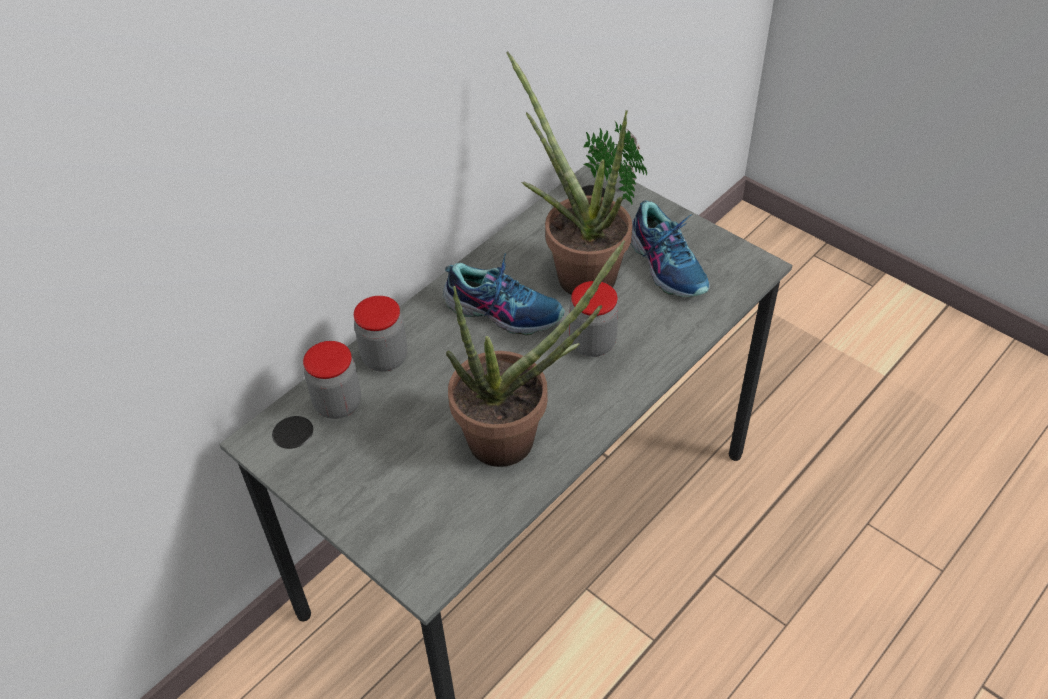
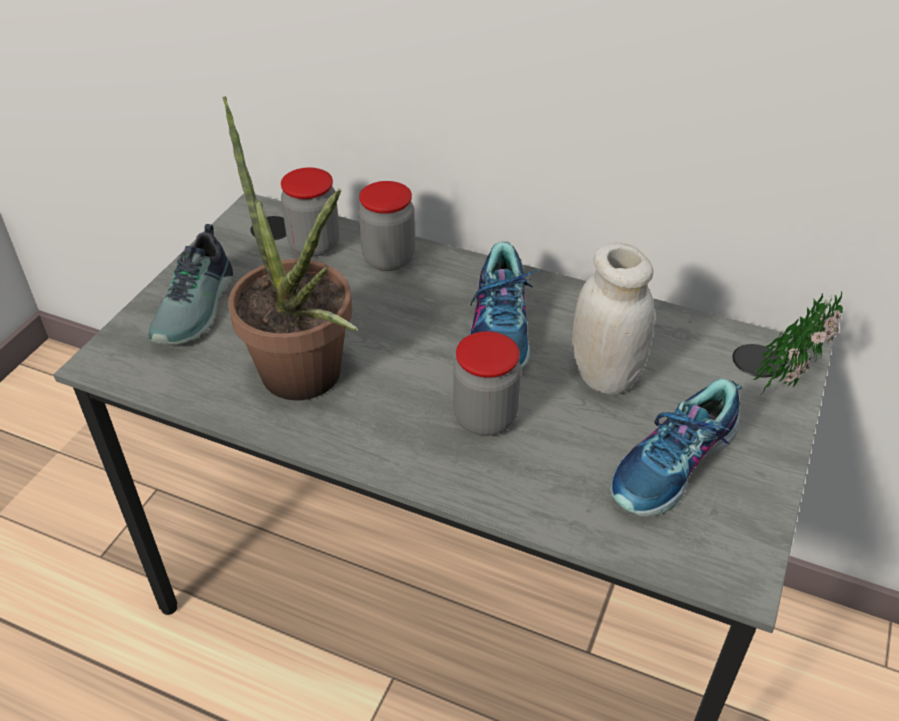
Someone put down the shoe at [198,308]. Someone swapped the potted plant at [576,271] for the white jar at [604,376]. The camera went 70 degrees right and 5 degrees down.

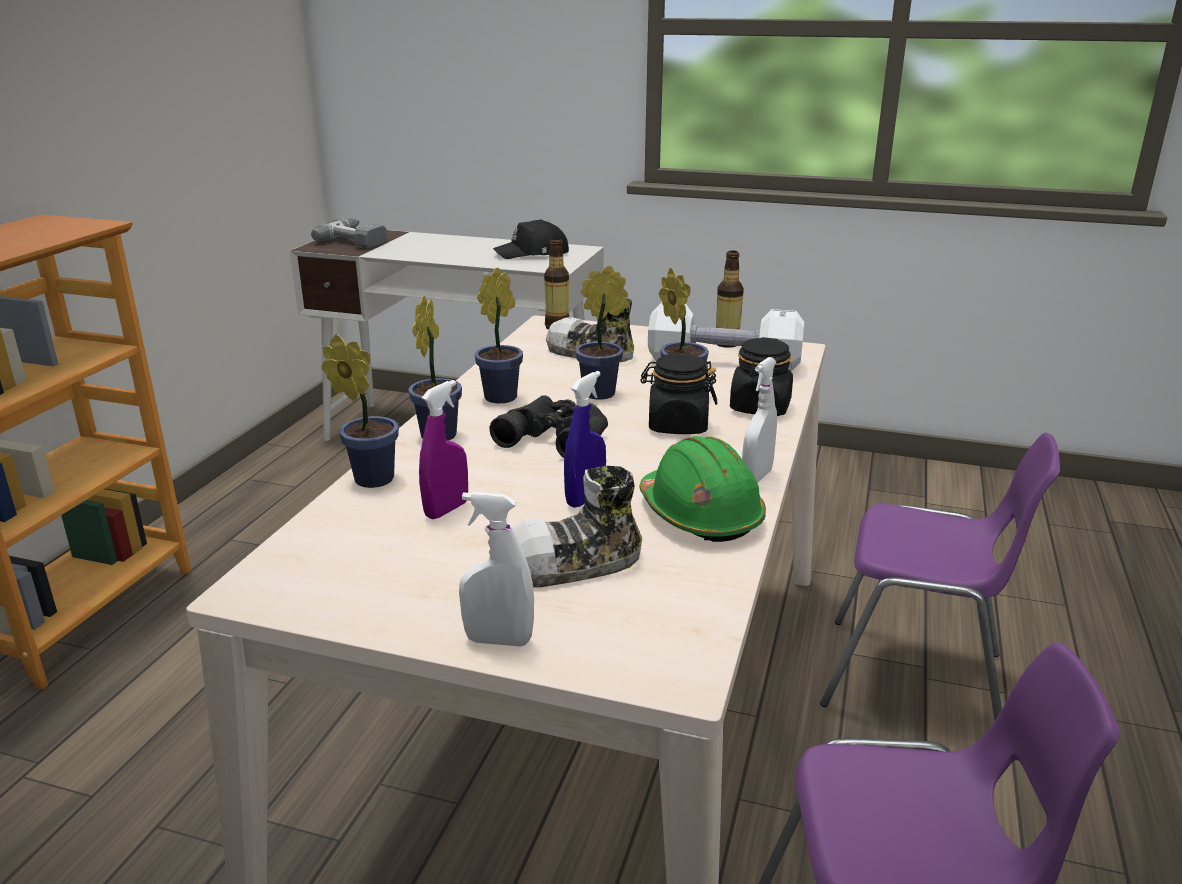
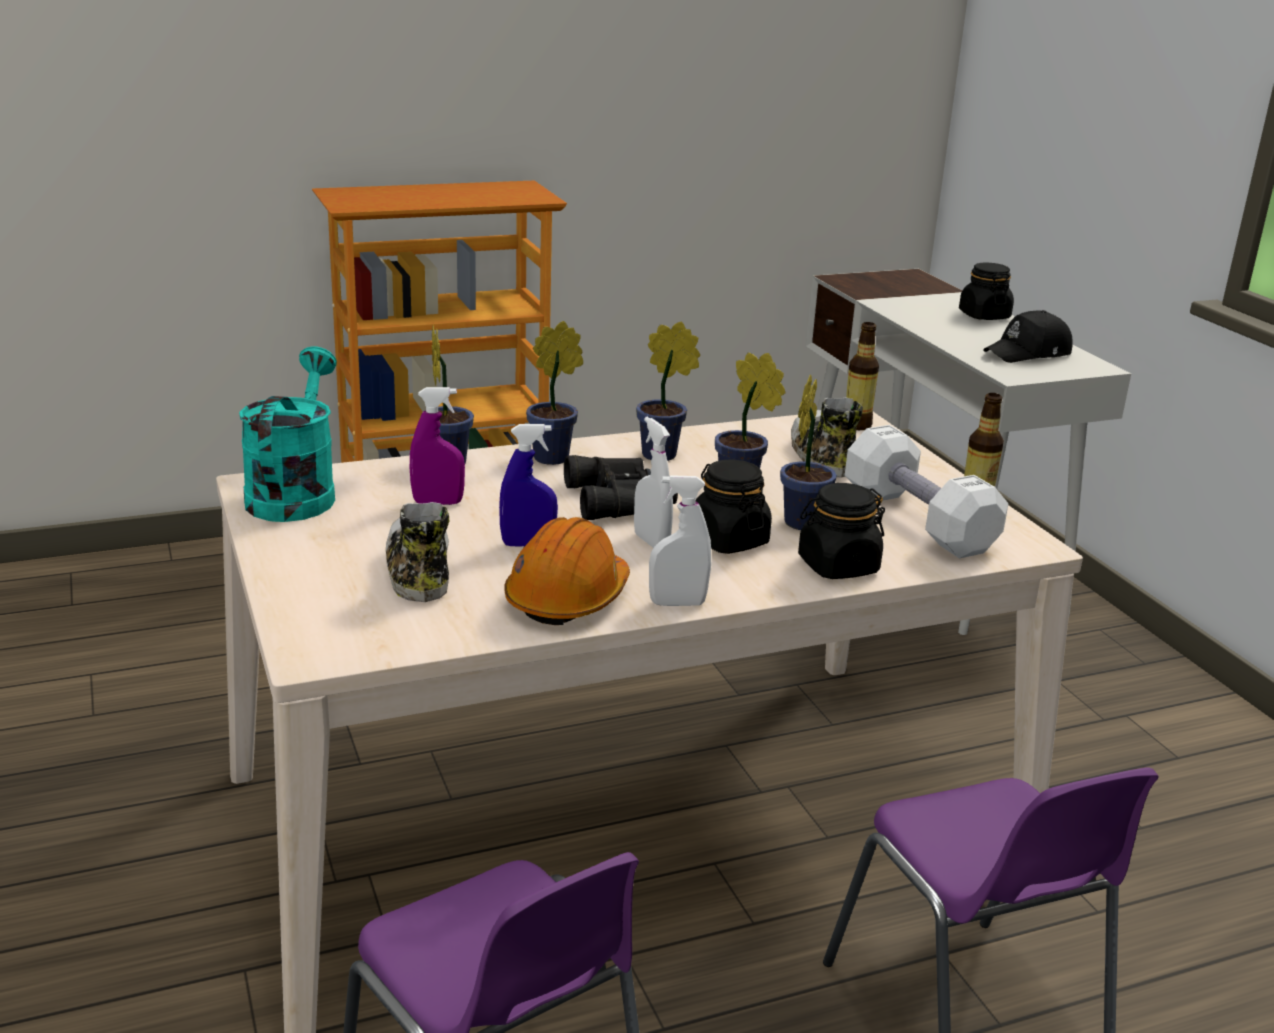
Someone took away the power drill at [358,239]. Someone put down the turquoise watering can at [295,493]. Someone put down the black jar at [983,315]. Someone carried the white spray bottle from [498,640] to [651,542]. Someone repainted the green hard hat at [700,514], which became the orange hard hat at [567,598]. Someone rotated the black cap at [533,253] by 60 degrees counterclockwise. Someone rotated the shoe at [572,564] by 45 degrees clockwise. The camera went 50 degrees right and 0 degrees up.

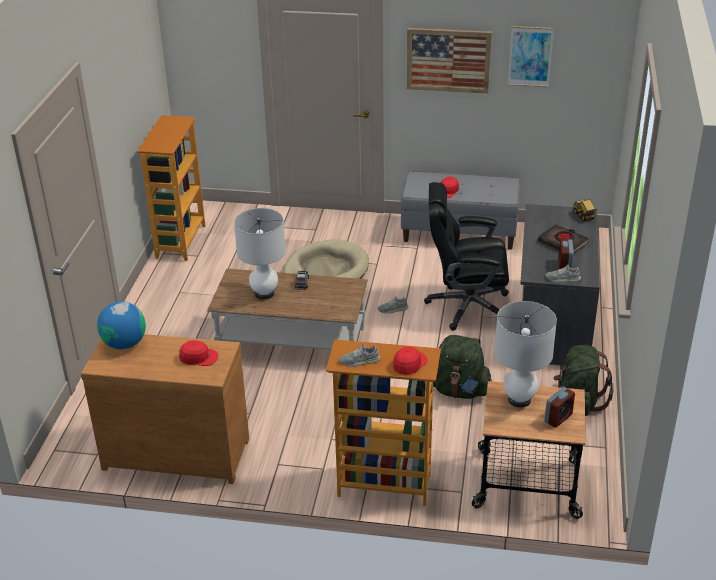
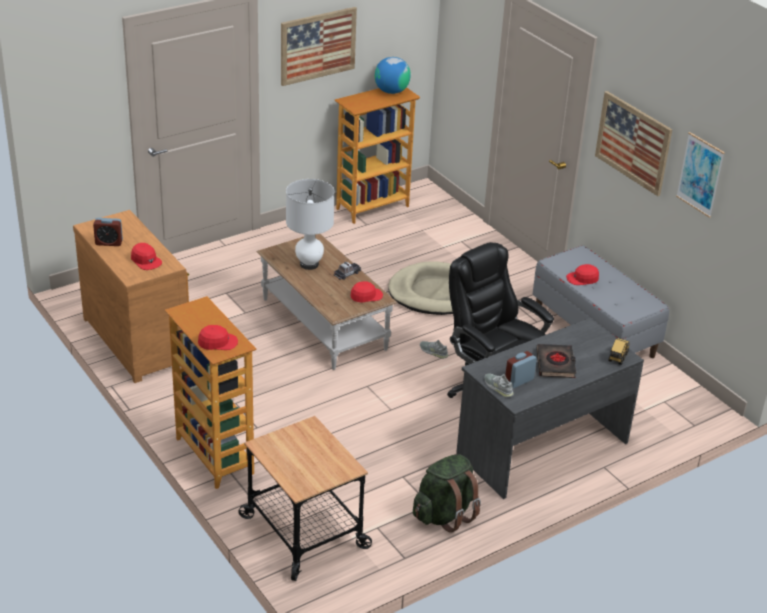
Someone took away the grey shoe at [359,361]. Someone took away the green backpack at [459,390]. Someone took away the white table lamp at [519,400]. Someone put up the picture at [318,45]. Someone put down the red cap at [366,296]. Someone carried the globe from [124,343] to [391,91]. Someone carried the alarm clock from [558,418] to [109,242]. The camera went 45 degrees right and 0 degrees up.

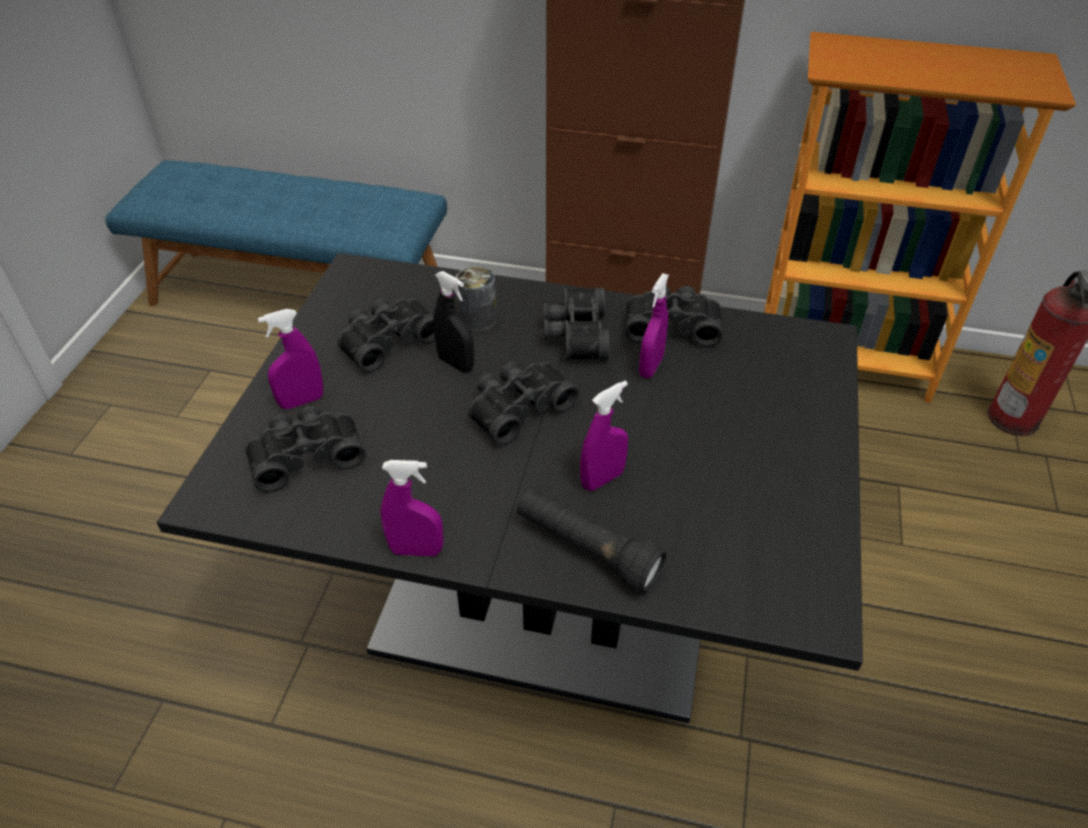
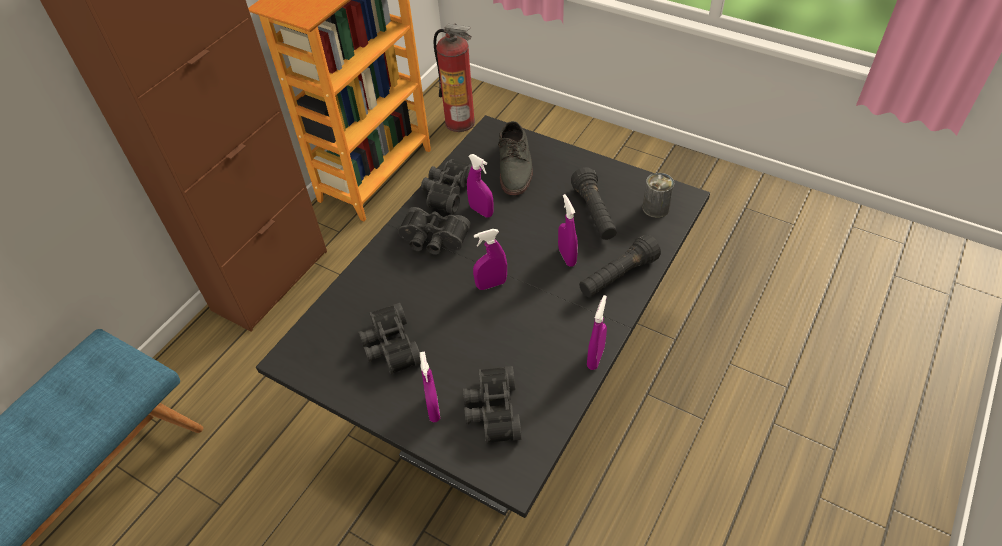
Someone took away the black spray bottle at [456,363]. Someone put down the grey shoe at [515,166]. Someone put down the black flashlight at [594,213]. Someone carried the can from [477,319] to [656,208]. Someone swapped the black binoculars at [517,408] for the purple spray bottle at [491,284]. The camera went 70 degrees left and 5 degrees up.

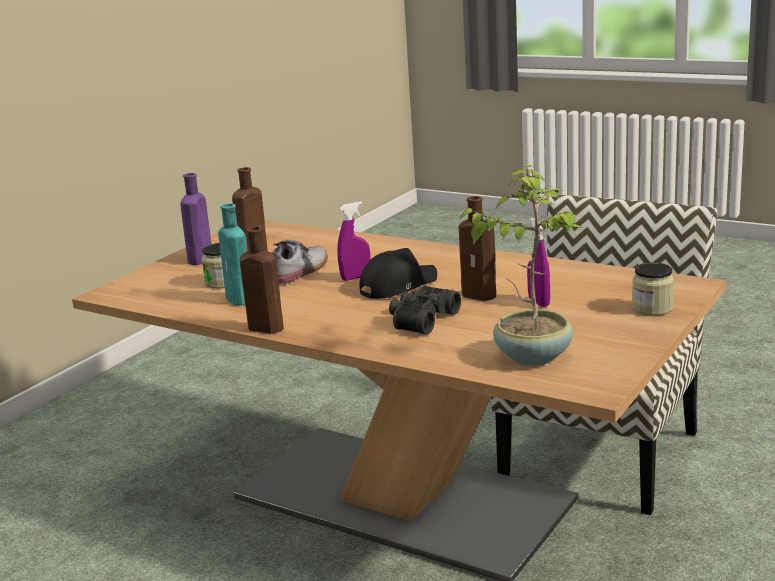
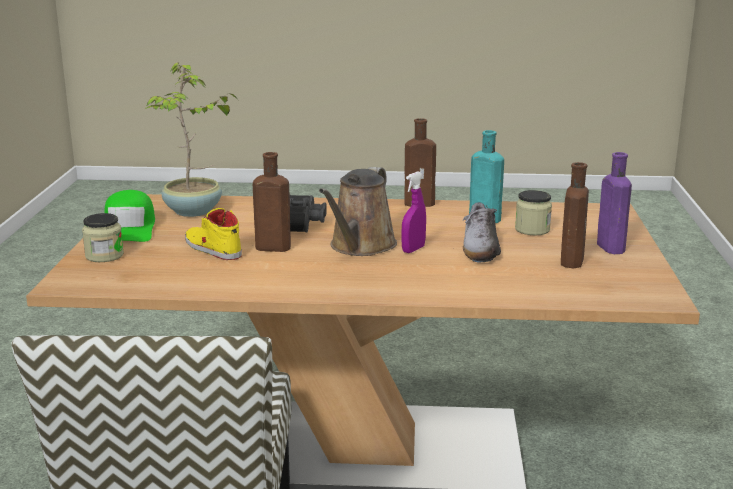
Someone put down the green cap at [129,229]. Someone swapped the black cap at [397,286] for the brown watering can at [360,247]. Someone swapped the purple spray bottle at [538,302] for the yellow shoe at [212,249]. The camera went 150 degrees right and 0 degrees up.

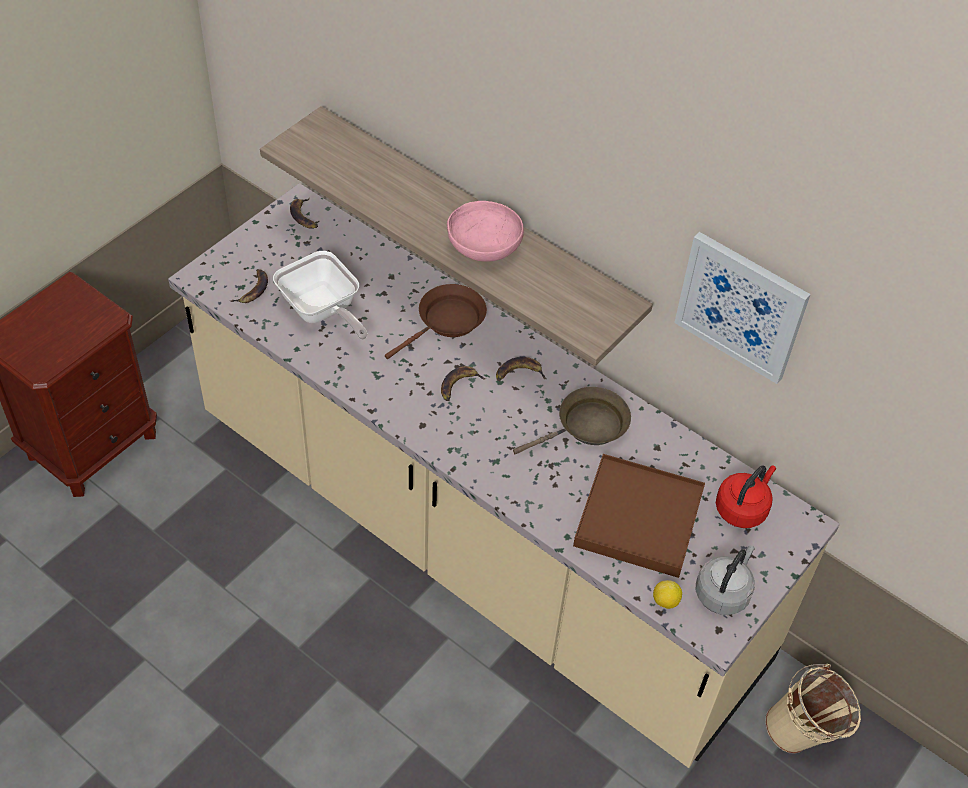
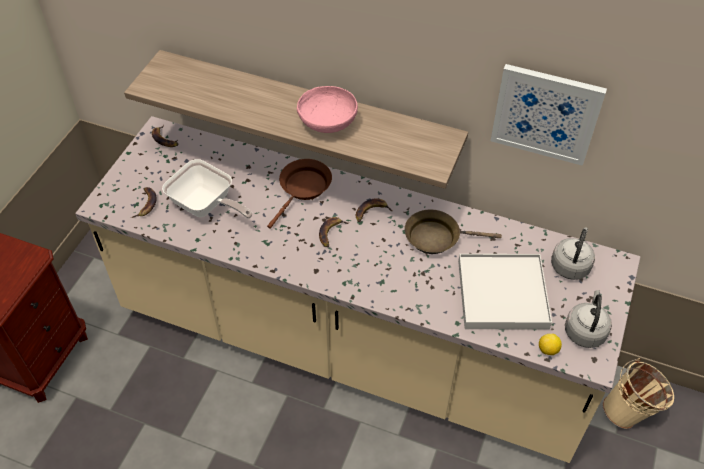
Someone repainted the brown tray at [638,518], which became the white tray at [502,294]. Someone repainted the red kettle at [742,508], which became the grey kettle at [570,265]. Someone rotated the brown frying pan at [587,427] by 135 degrees counterclockwise. The camera went 15 degrees left and 0 degrees up.

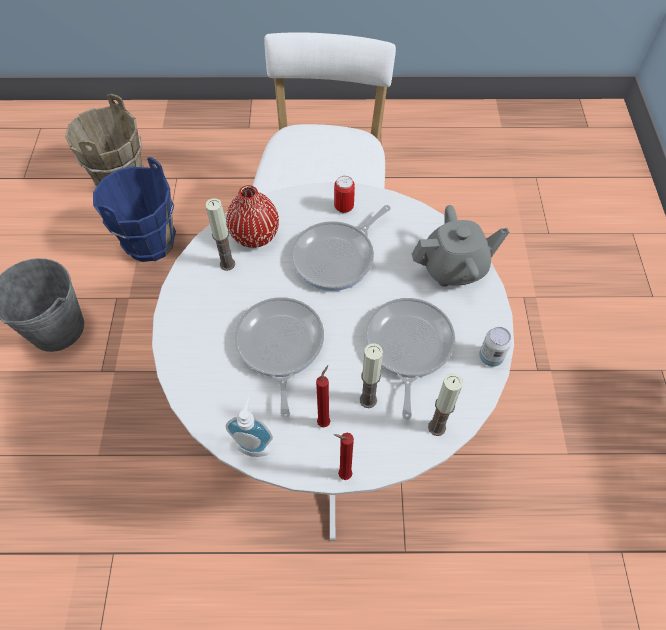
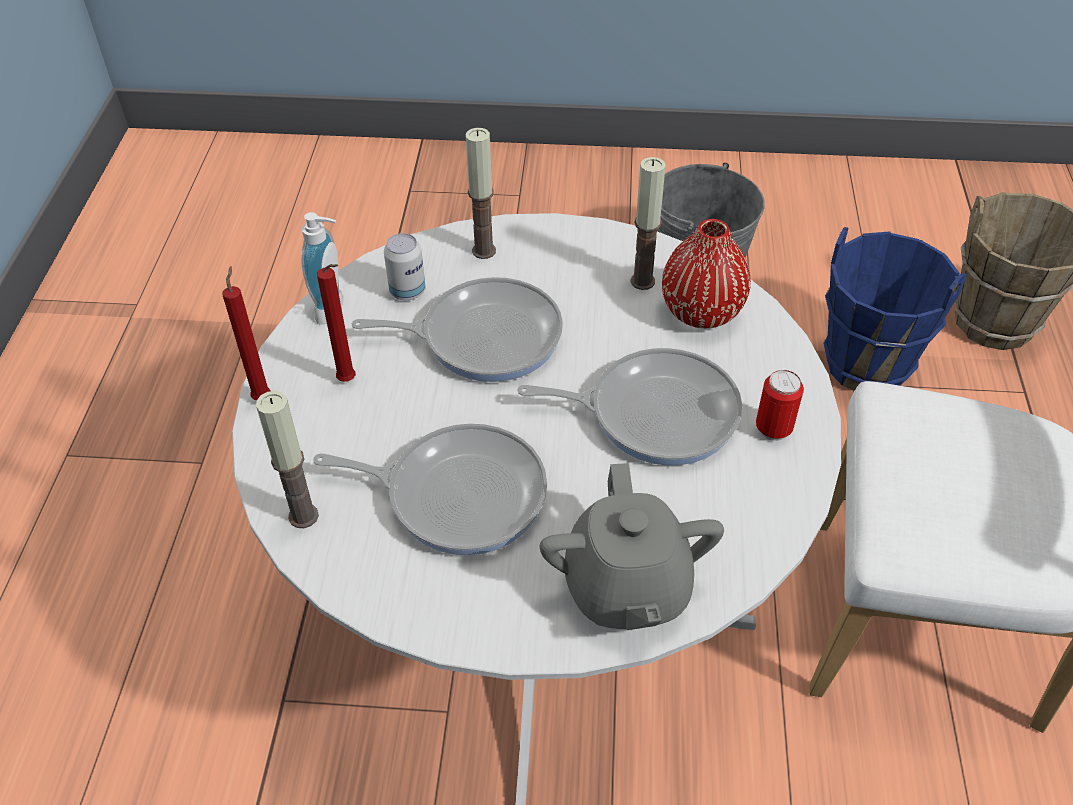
Someone carried the candle from [368,400] to [484,251]. Someone carried the can from [490,357] to [407,291]. Someone rotated the frying pan at [337,257] by 135 degrees clockwise. The camera went 95 degrees right and 10 degrees down.

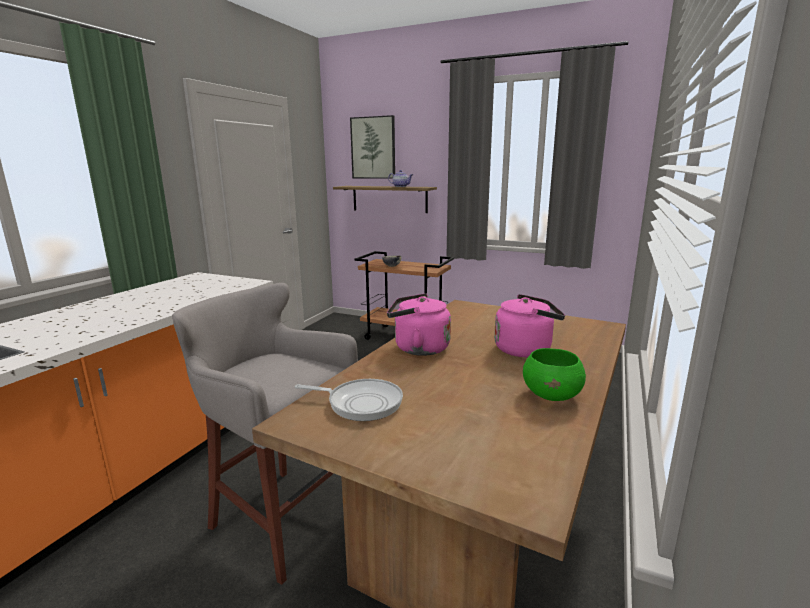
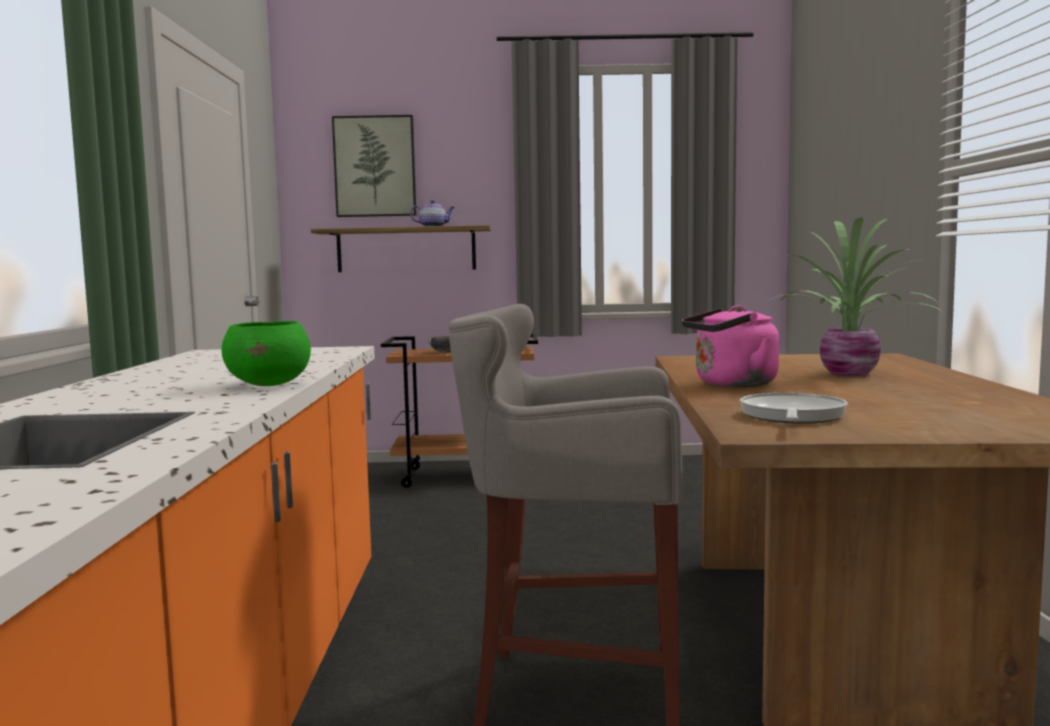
Someone carried the green bowl from [552,395] to [270,384]. Someone swapped the pink kettle at [526,349] for the potted plant at [852,373]. Someone rotated the frying pan at [361,403] by 60 degrees counterclockwise. The camera went 25 degrees left and 10 degrees down.

